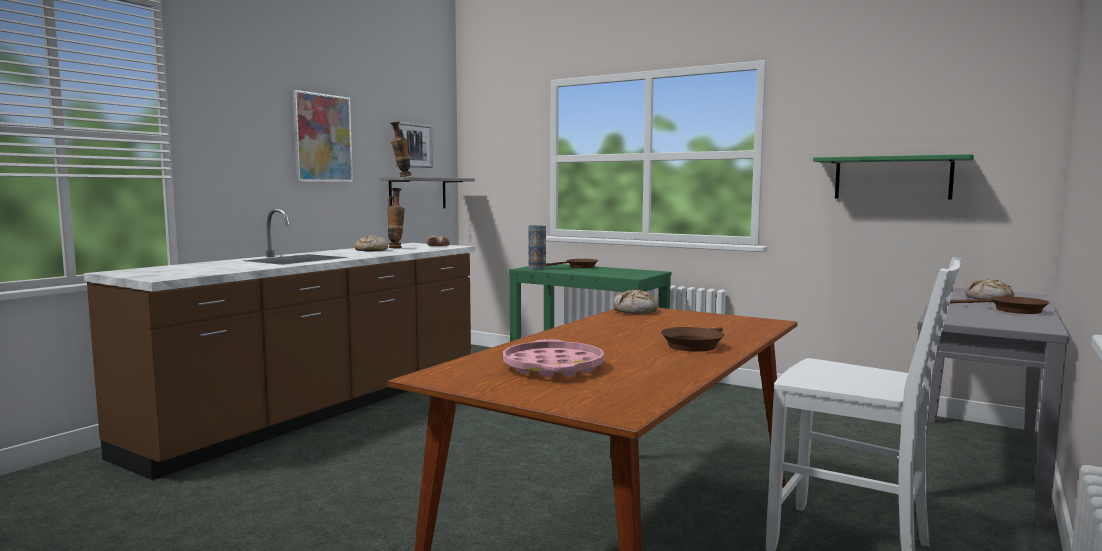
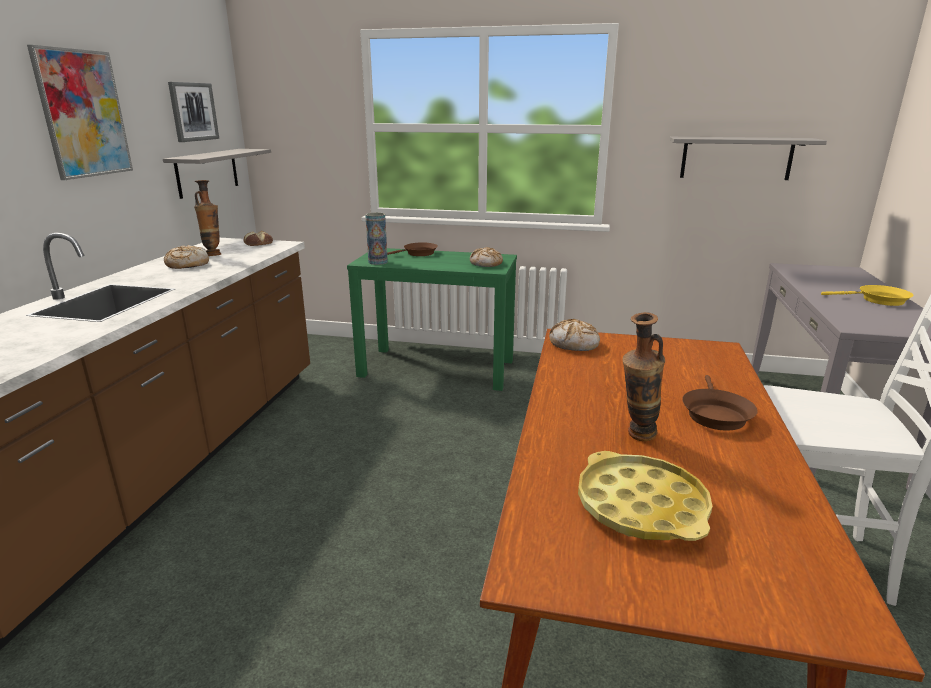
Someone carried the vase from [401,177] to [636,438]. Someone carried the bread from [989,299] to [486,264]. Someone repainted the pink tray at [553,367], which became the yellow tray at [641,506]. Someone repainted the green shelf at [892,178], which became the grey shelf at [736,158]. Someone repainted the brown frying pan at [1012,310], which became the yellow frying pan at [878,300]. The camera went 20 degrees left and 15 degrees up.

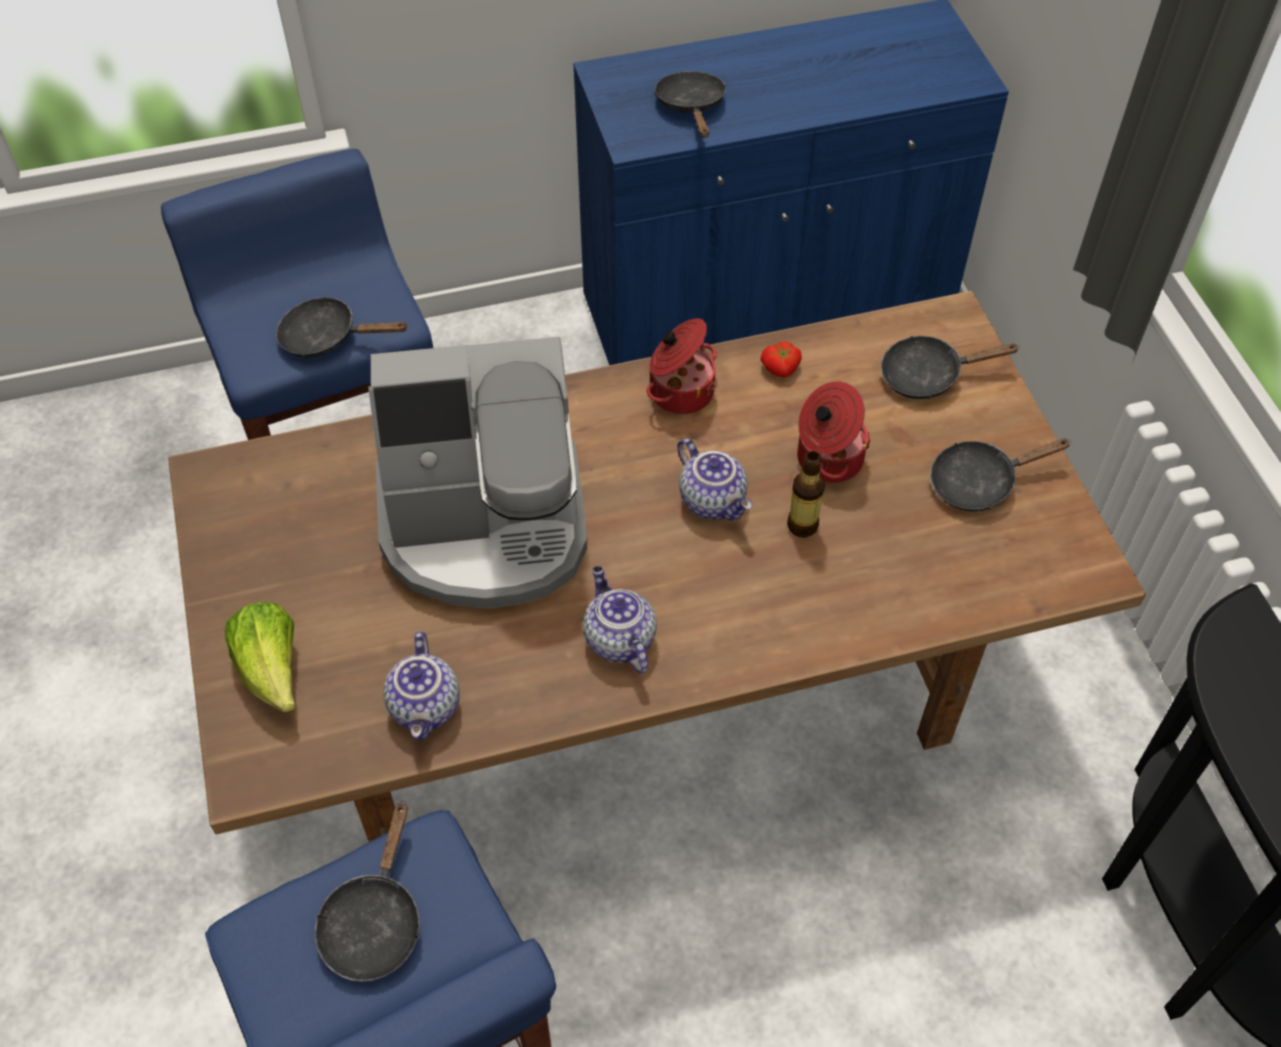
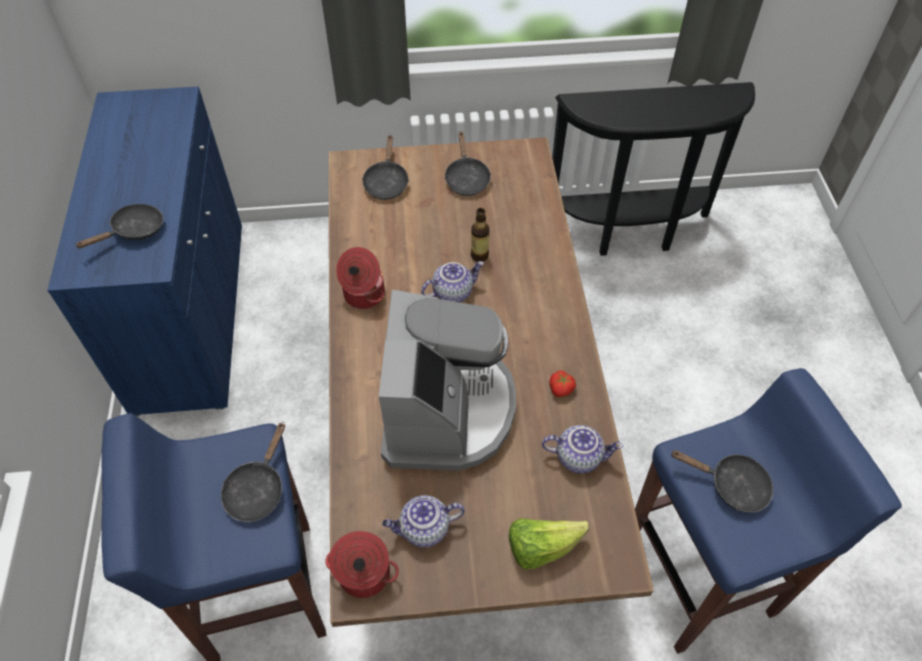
Someone carried the teapot from [618,639] to [423,529]. Someone carried the tomato from [781,369] to [561,388]. Someone carried the cooking pot from [827,459] to [363,575]. Someone rotated the black frying pan at [691,107] by 135 degrees clockwise. The camera went 80 degrees left and 0 degrees up.

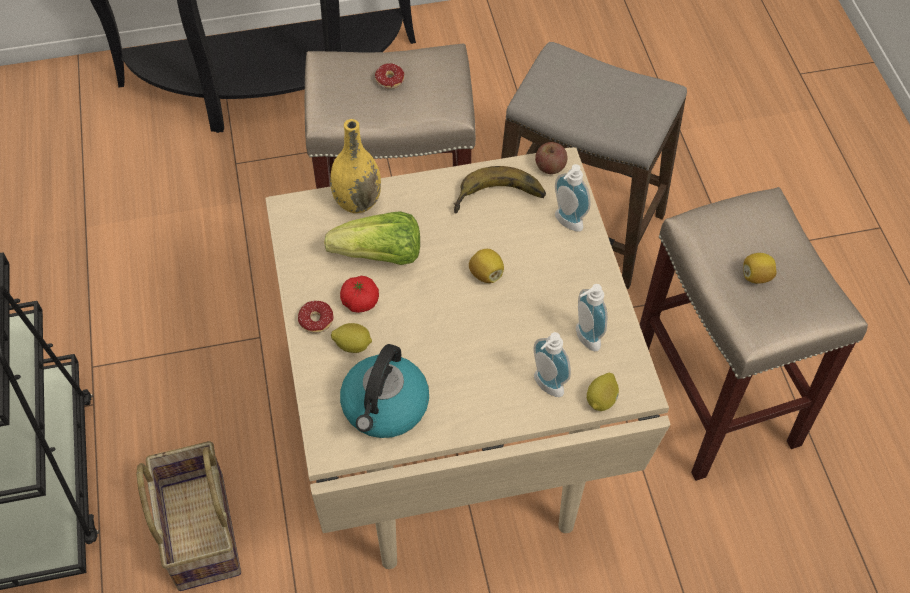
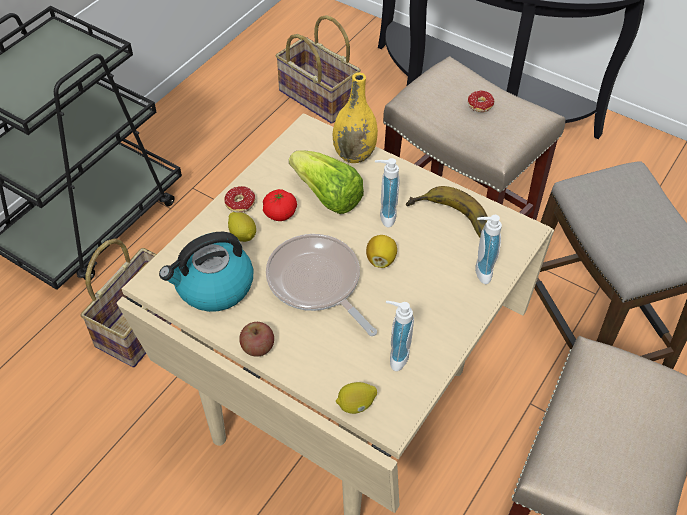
Someone took away the lemon at [756,276]. Someone put down the frying pan at [317,283]. Someone put down the basket at [317,98]. Someone carried the soap dispenser from [545,387] to [384,215]. Someone carried the apple from [550,167] to [257,347]. The camera went 45 degrees right and 5 degrees down.

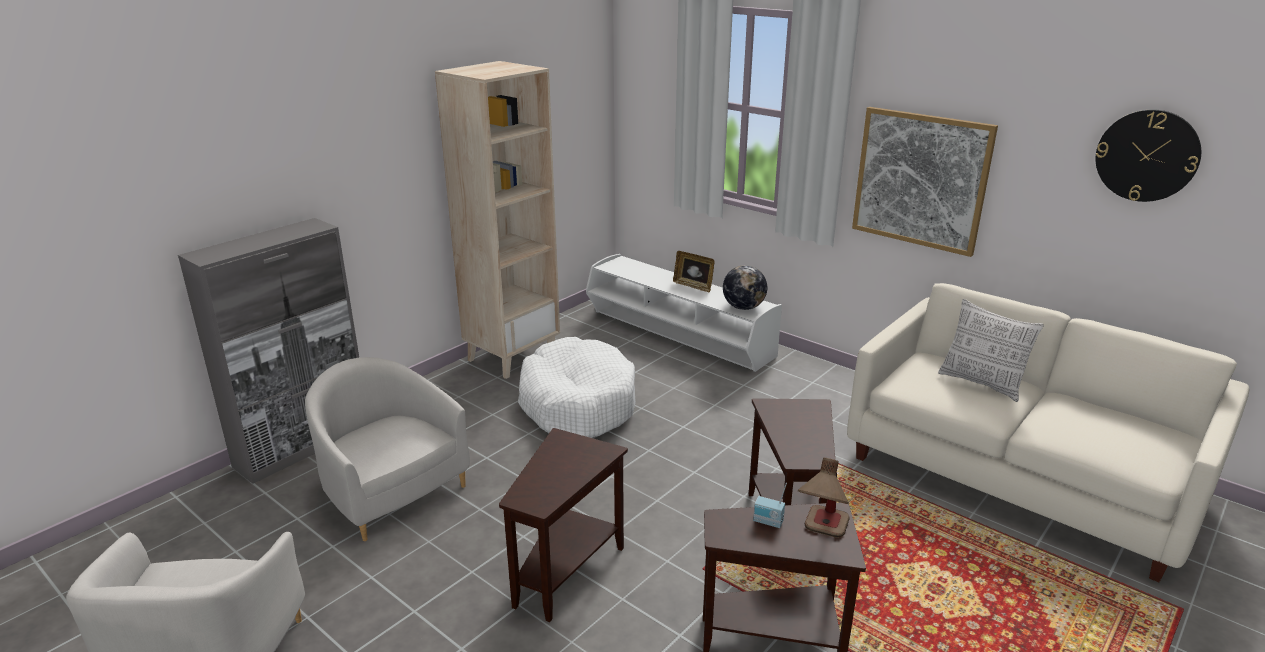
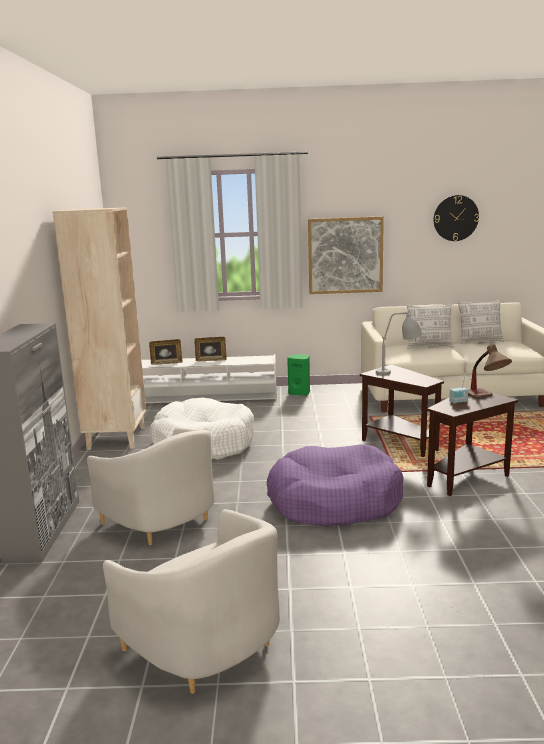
Someone took away the globe at [743,307]. Someone put down the picture frame at [166,363]. Someone put down the green speaker at [300,393]. Someone put down the grey table lamp at [399,372]. Someone put down the pillow at [479,341]. Someone swapped the brown side table at [566,570] for the purple dog bed at [334,501]. Someone rotated the white armchair at [390,491] by 135 degrees counterclockwise. The camera went 40 degrees left and 10 degrees down.

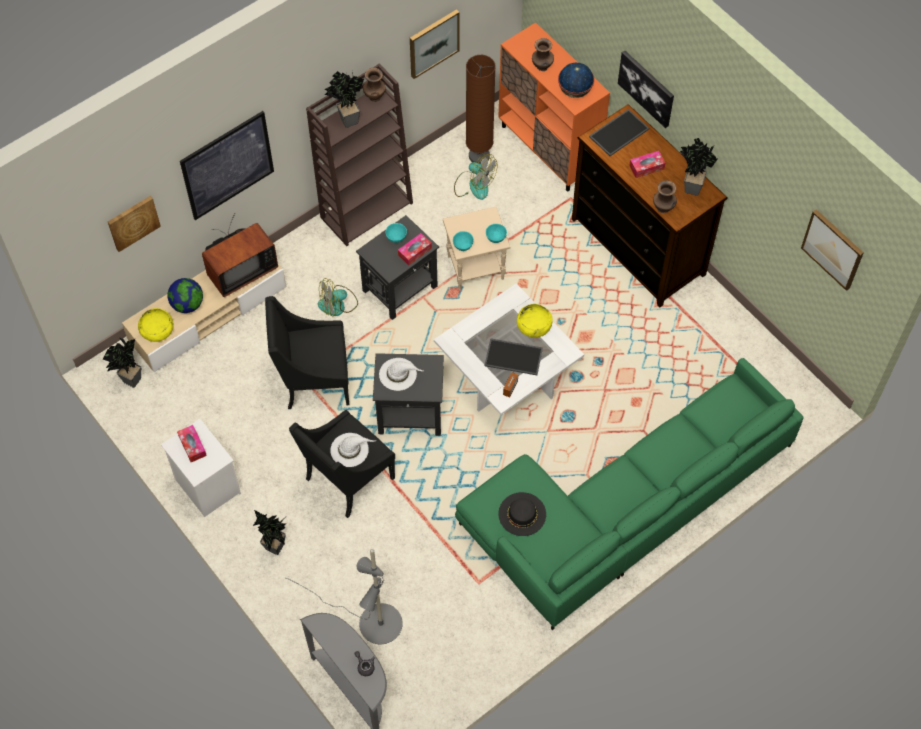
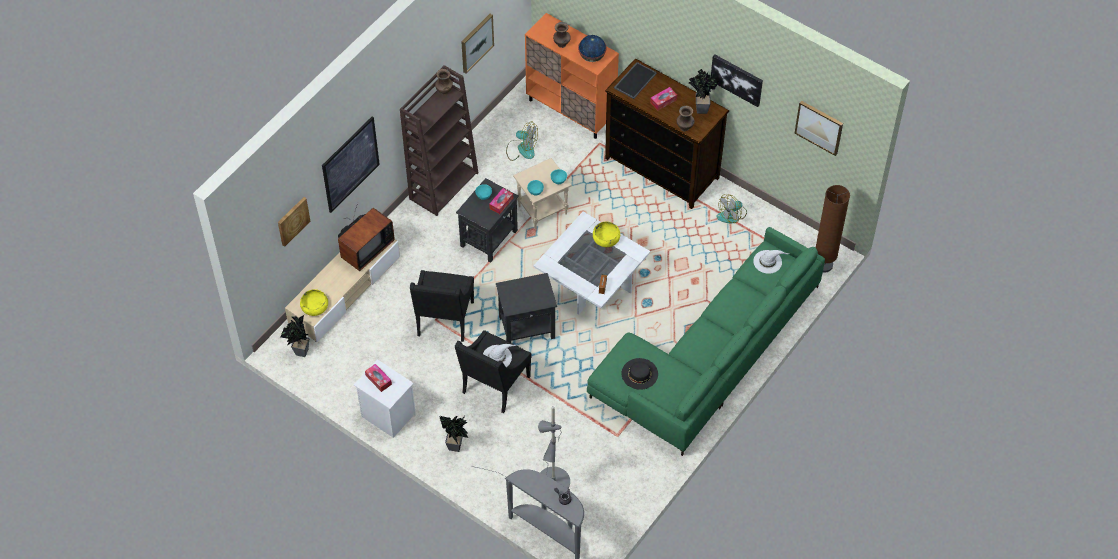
Someone took away the globe at [187,304]. Someone took away the potted plant at [346,120]. Someone took away the tray at [514,356]. Someone carried the fan from [338,304] to [732,215]. Someone carried the white hat from [398,374] to [768,261]. Someone carried the brown floor lamp from [479,156] to [823,265]. Someone carried the picture from [646,88] to [737,79]. Someone rotated the black armchair at [313,381] by 60 degrees counterclockwise. The camera went 15 degrees left and 5 degrees down.

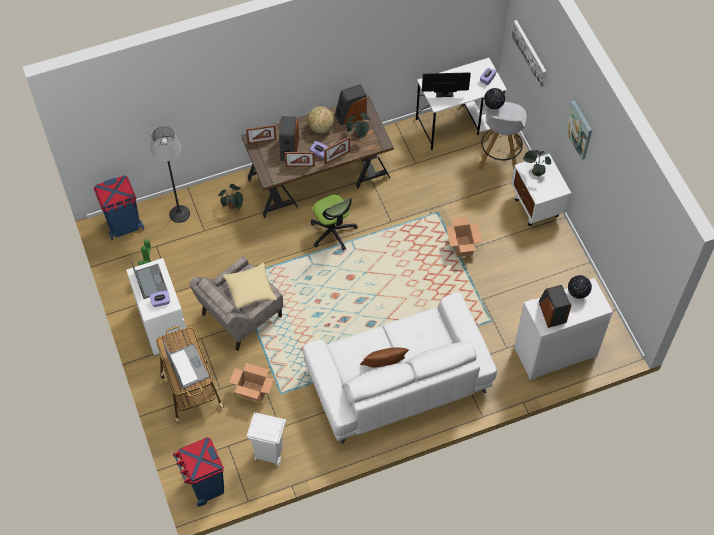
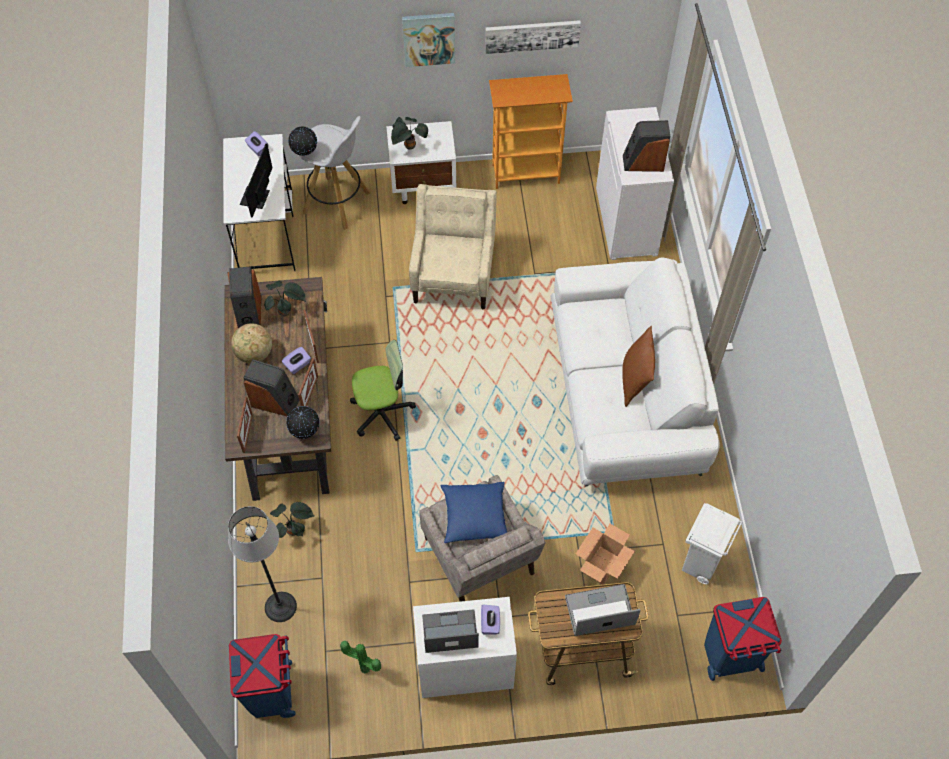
Someone put down the bookcase at [526,173]. Someone carried the picture from [530,52] to [532,35]. Someone carried the globe from [577,294] to [305,432]. Someone swapped the cardboard box at [462,247] for the beige armchair at [454,274]. Someone repainted the beige pillow at [250,290], which became the blue pillow at [474,516]. The camera went 75 degrees left and 0 degrees up.

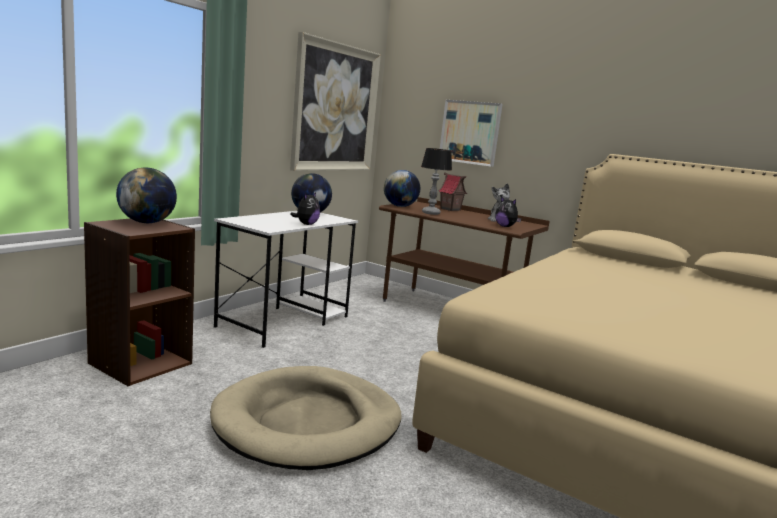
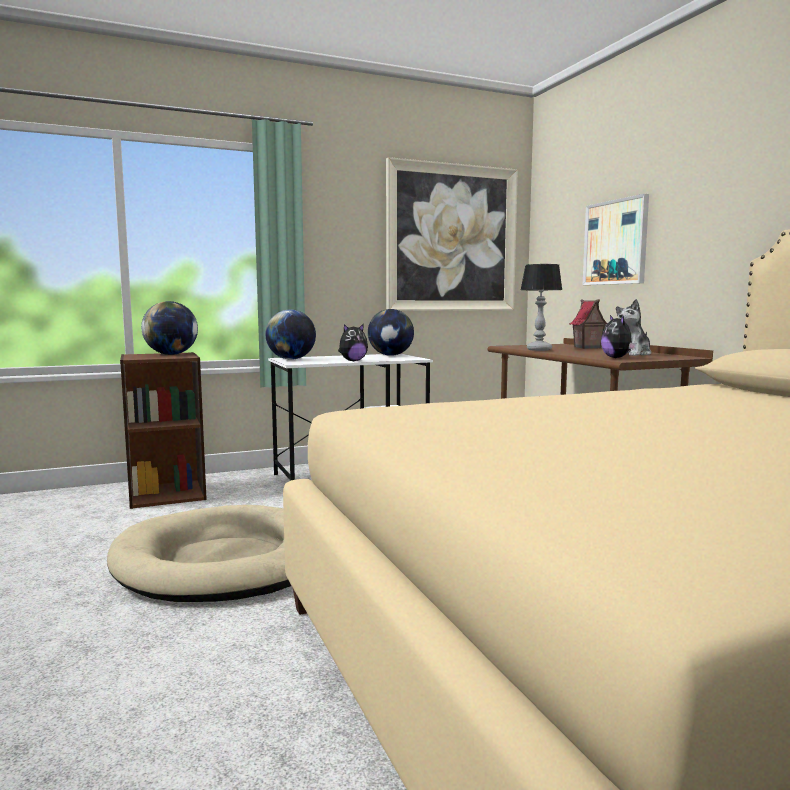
Someone carried the globe from [400,206] to [291,359]. The camera went 35 degrees right and 5 degrees down.

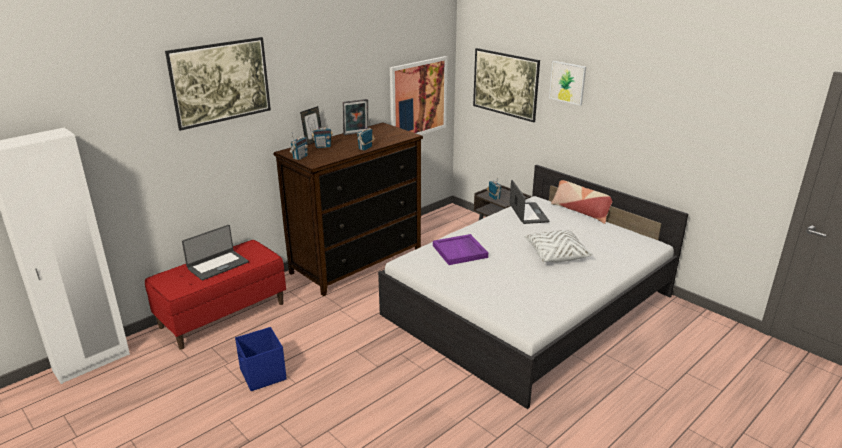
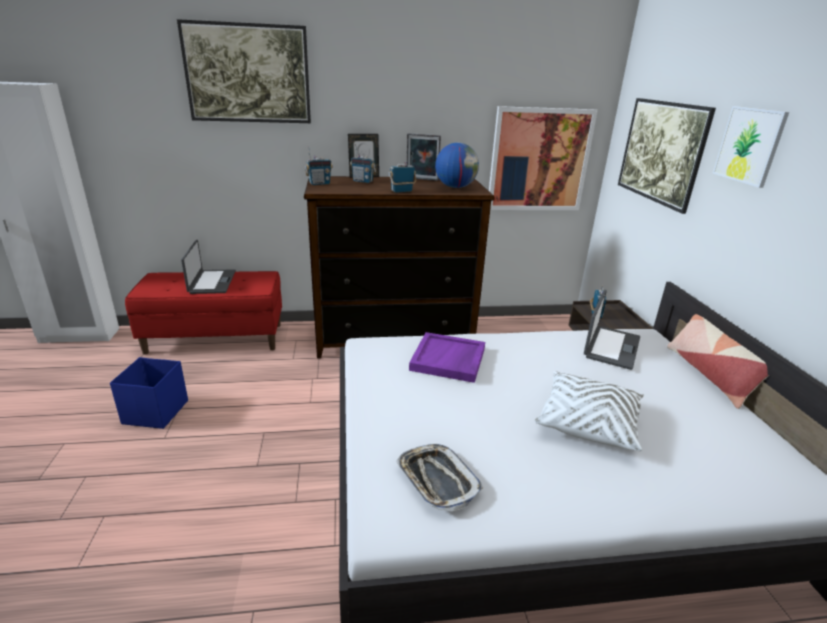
Someone put down the tray at [437,480]. Someone put down the globe at [455,187]. Someone rotated the laptop at [217,265] by 90 degrees counterclockwise. The camera went 35 degrees right and 0 degrees up.

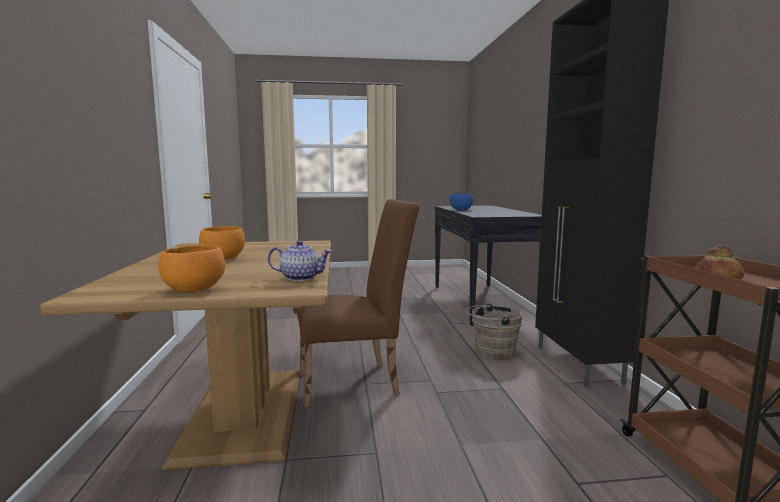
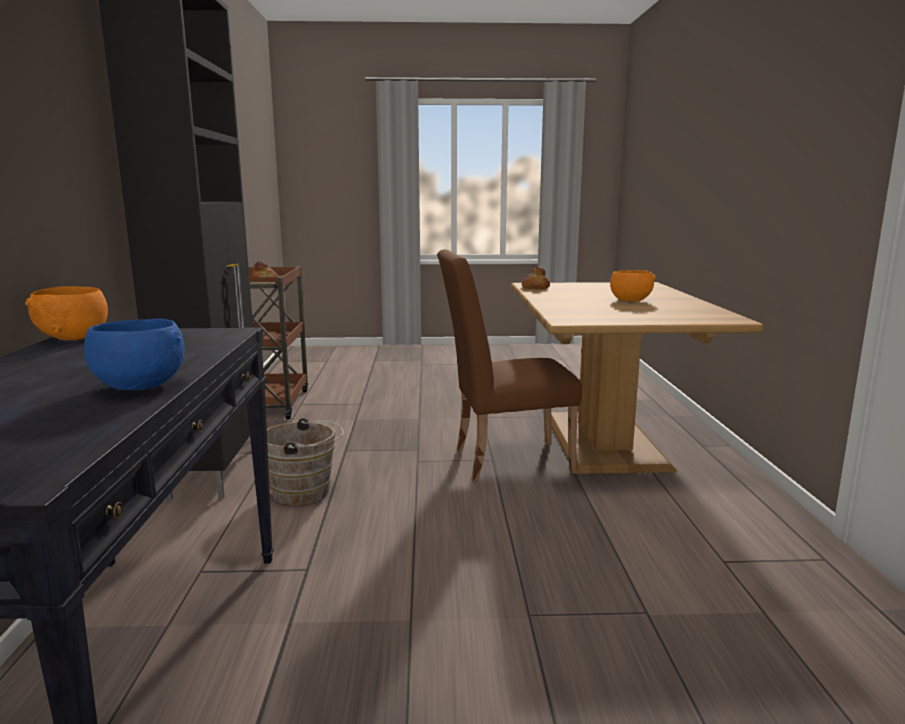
Someone carried the orange bowl from [193,290] to [74,337]. Someone swapped the teapot at [301,278] for the bread at [535,288]. The camera went 175 degrees left and 5 degrees up.

